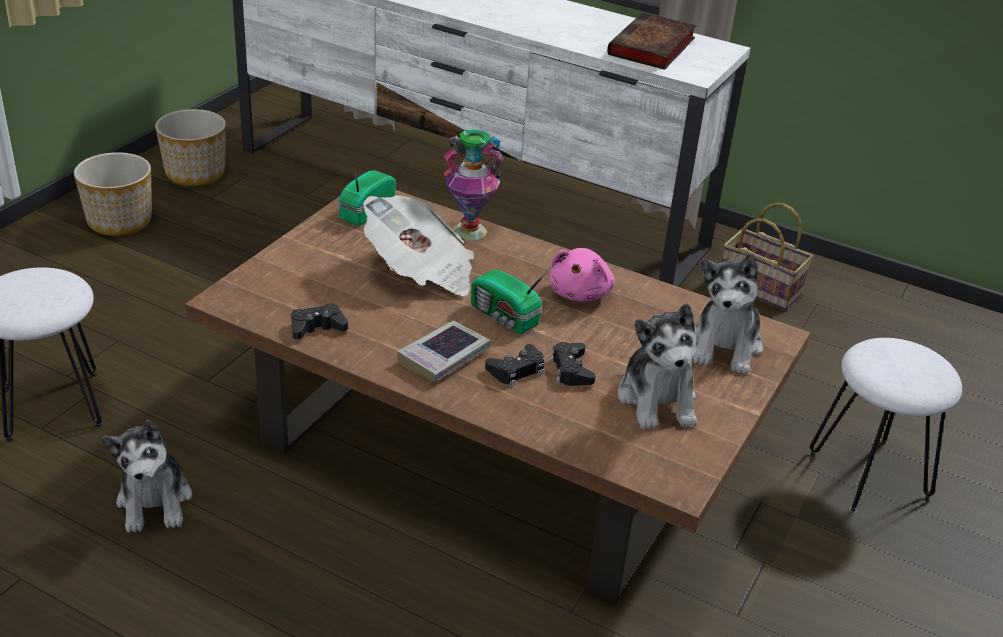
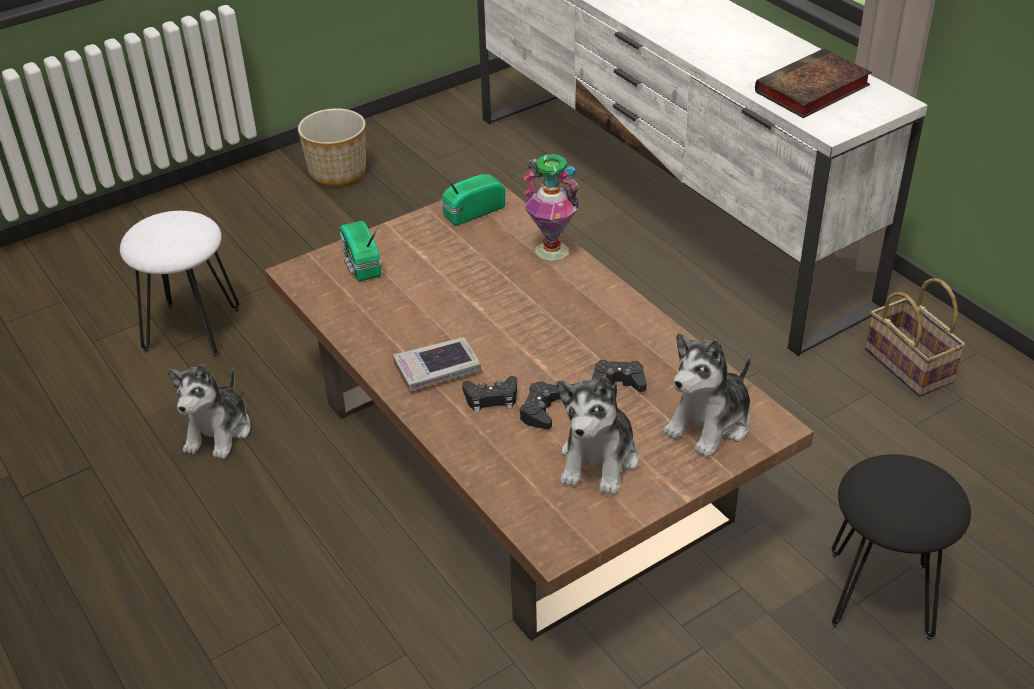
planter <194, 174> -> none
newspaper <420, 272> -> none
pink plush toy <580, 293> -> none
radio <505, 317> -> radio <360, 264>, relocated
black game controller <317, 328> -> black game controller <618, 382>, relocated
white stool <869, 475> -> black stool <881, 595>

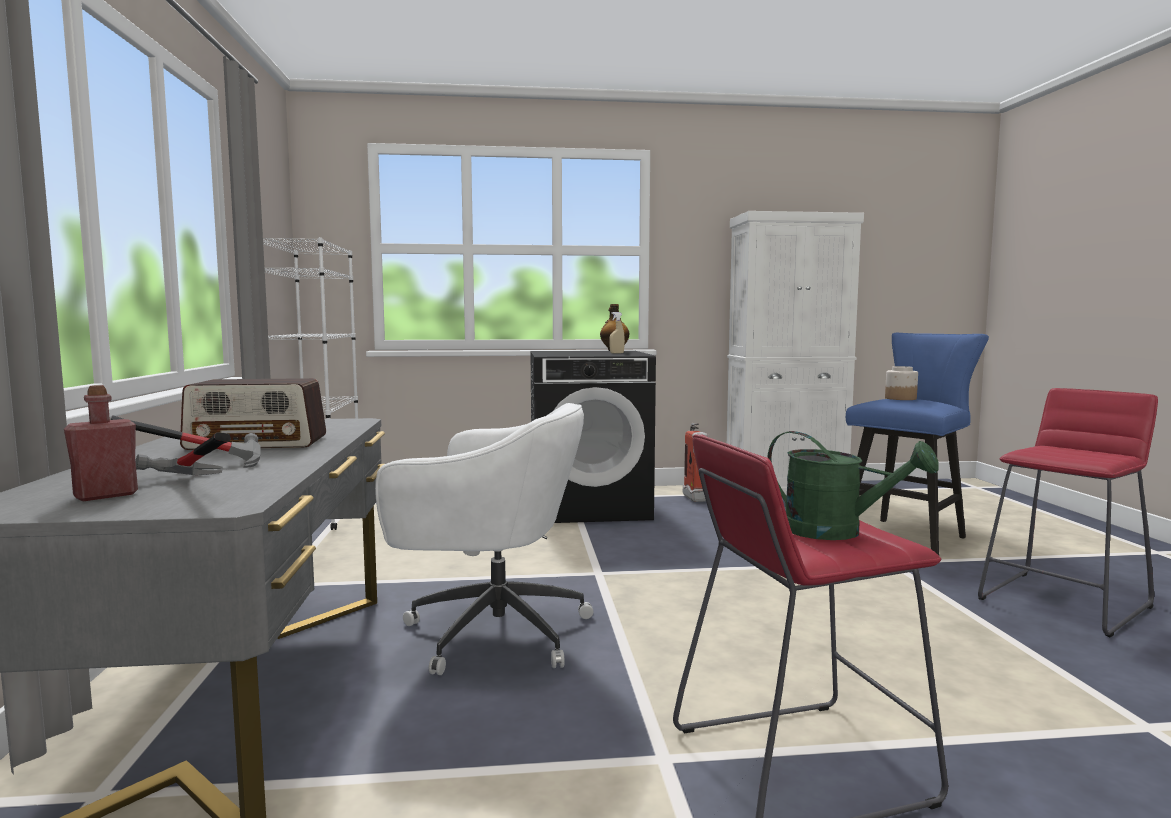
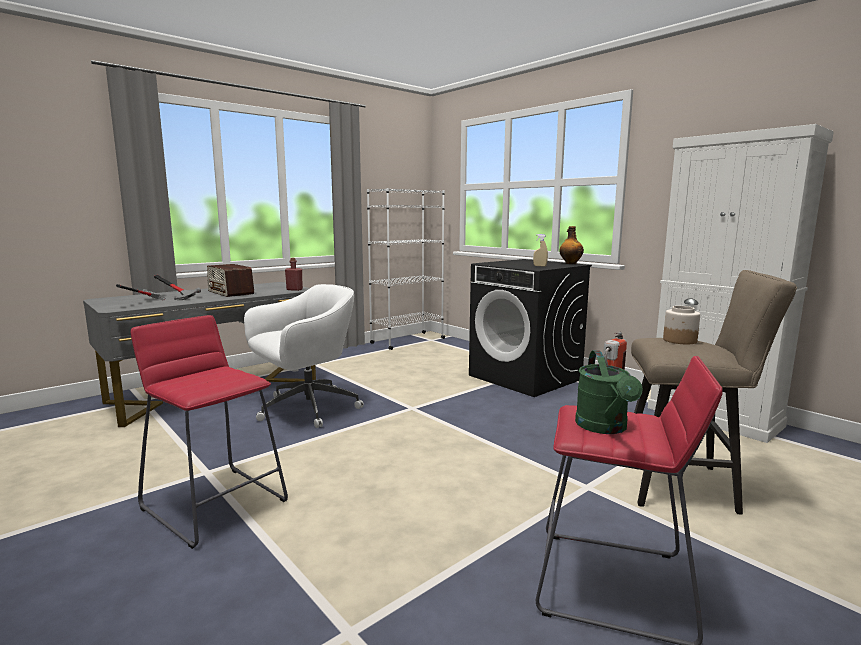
blue stool <908, 535> -> beige stool <686, 485>
red bottle <106, 495> -> red bottle <294, 289>, relocated
white office chair <491, 632> -> white office chair <306, 409>, 105 degrees counterclockwise
green watering can <836, 532> -> green watering can <604, 428>, relocated

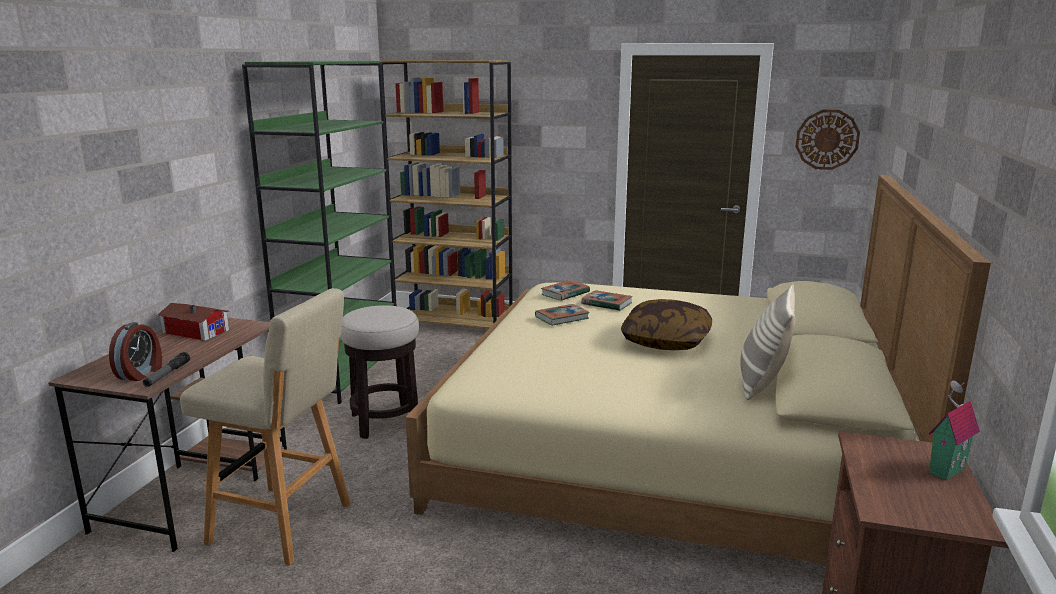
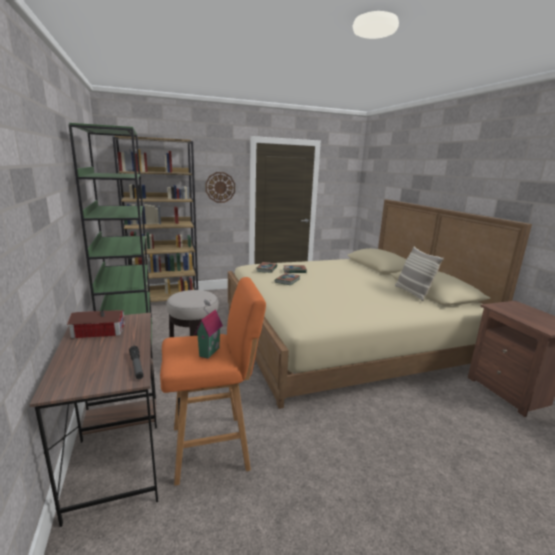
wall clock <827, 139> -> wall clock <220, 187>, relocated
beige stool <284, 524> -> orange stool <213, 447>
pillow <666, 341> -> none
alarm clock <141, 373> -> none
toy house <944, 469> -> toy house <208, 351>, relocated

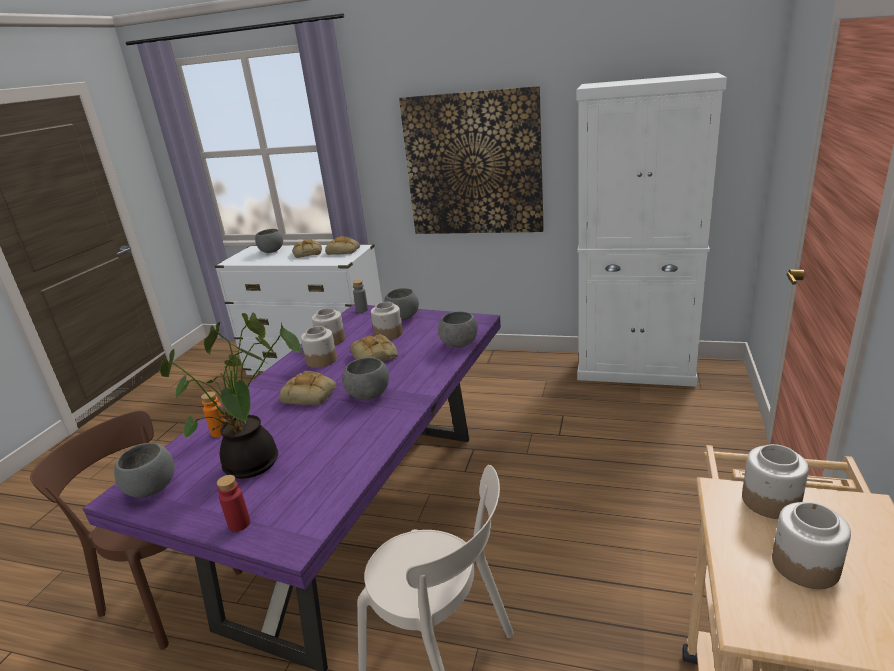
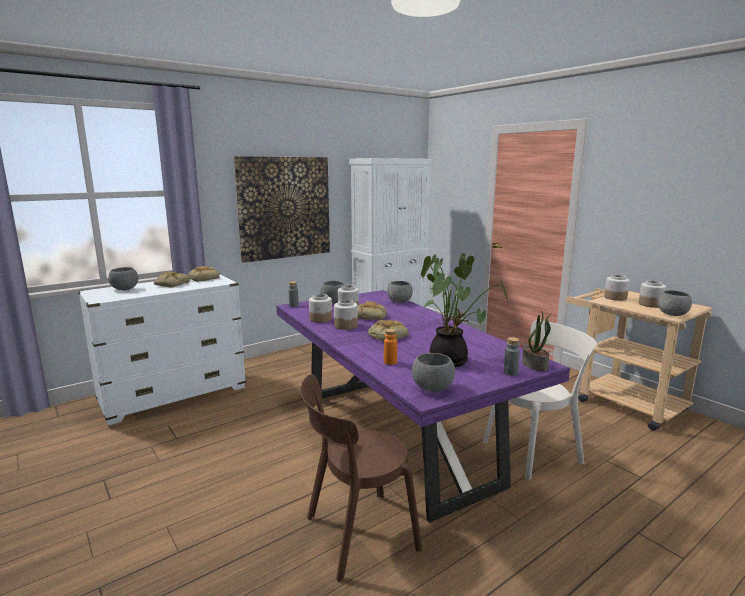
grey bowl <369, 395> -> grey bowl <672, 314>, relocated
red bottle <239, 524> -> grey bottle <510, 372>
none -> potted plant <535, 365>

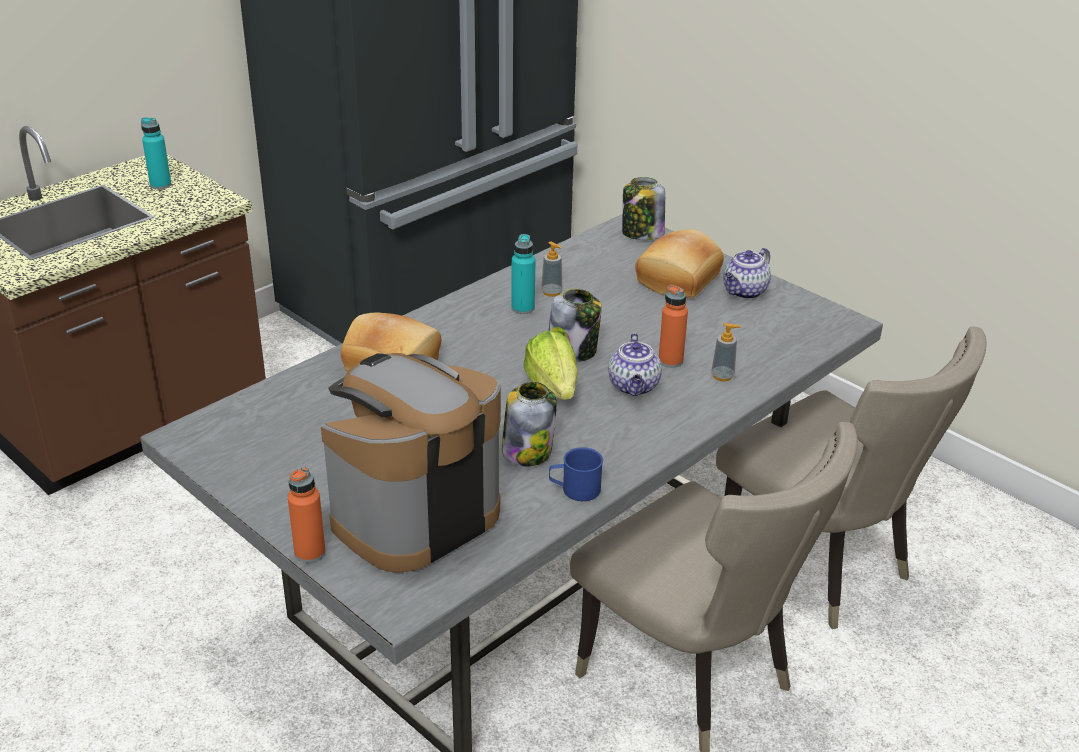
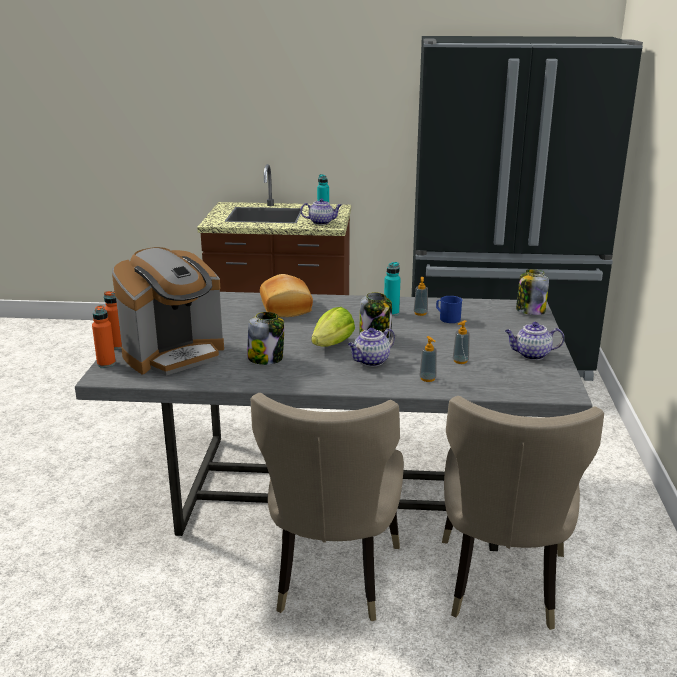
bread <680, 280> -> none
orange bottle <670, 361> -> orange bottle <106, 364>, relocated
coffee machine <414, 516> -> coffee machine <174, 355>, 135 degrees clockwise
blue mug <575, 489> -> blue mug <447, 318>, relocated
none -> teapot <321, 222>
none -> soap dispenser <460, 361>

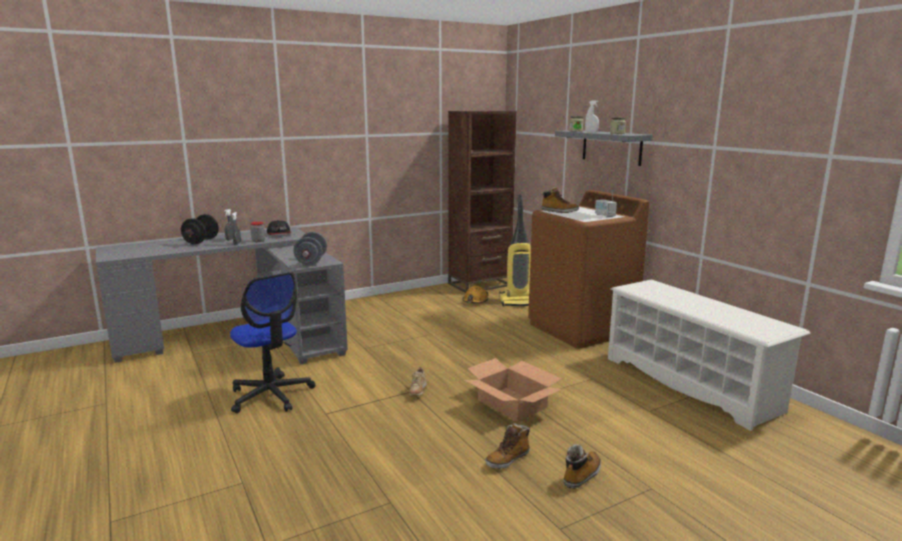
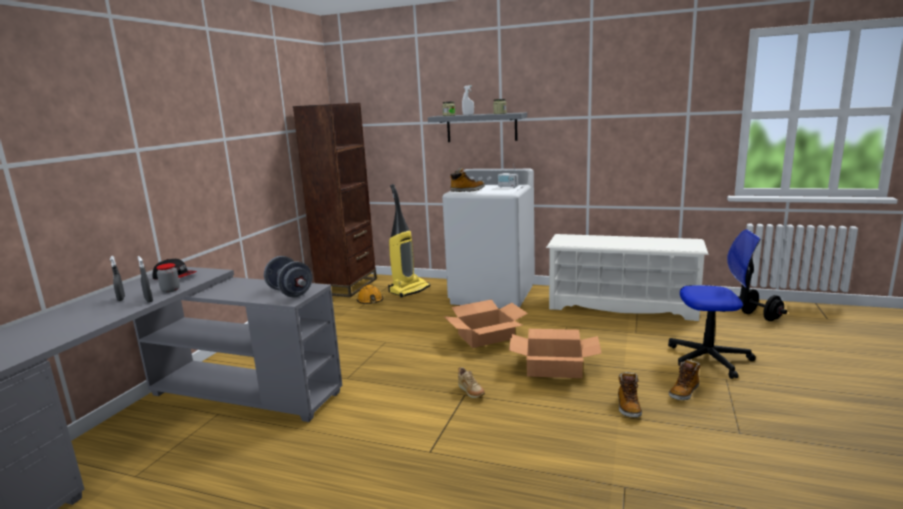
brown washing machine <582, 329> -> white washing machine <493, 294>
black dumbbell <201, 241> -> black dumbbell <759, 317>, relocated
office chair <271, 395> -> office chair <709, 358>, relocated
boot <582, 475> -> boot <684, 392>, 135 degrees counterclockwise
none -> cardboard box <486, 336>

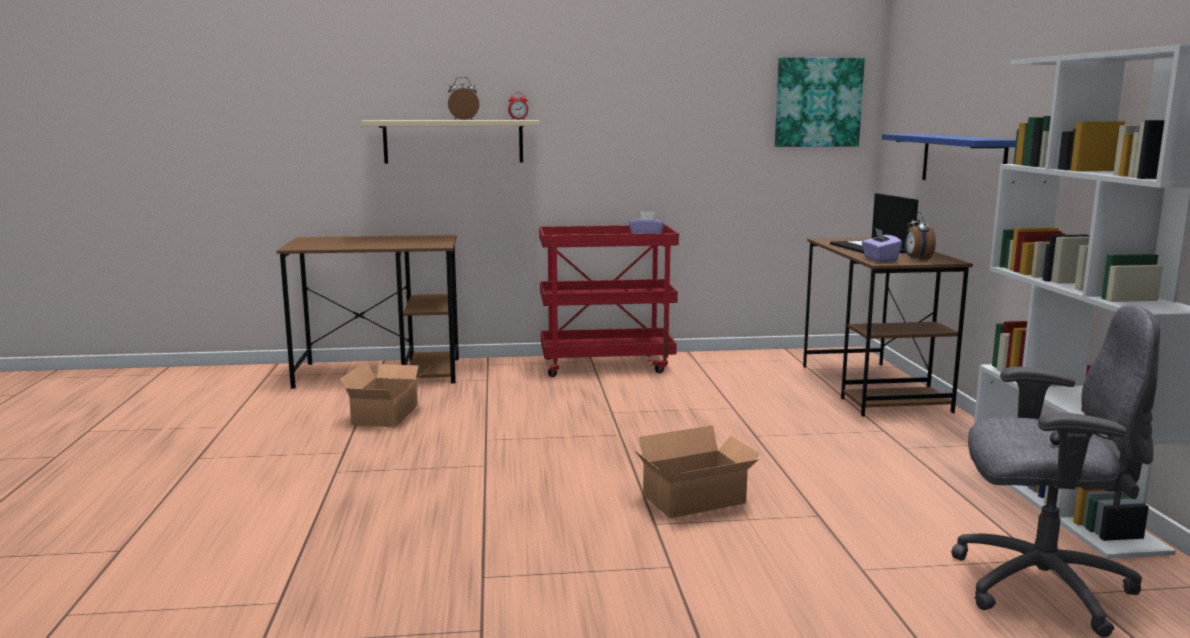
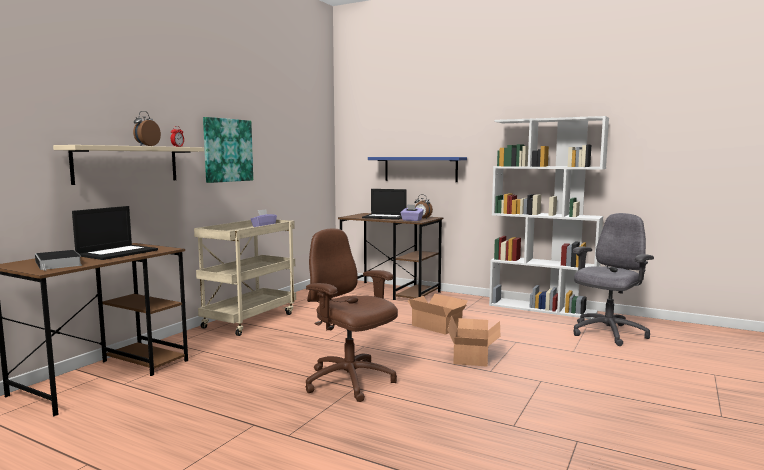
picture <818, 102> -> picture <227, 150>, relocated
red cart <607, 365> -> beige cart <250, 320>
cardboard box <389, 414> -> cardboard box <437, 326>, relocated
none -> laptop <117, 252>
none -> brown office chair <350, 382>
none -> book <59, 264>

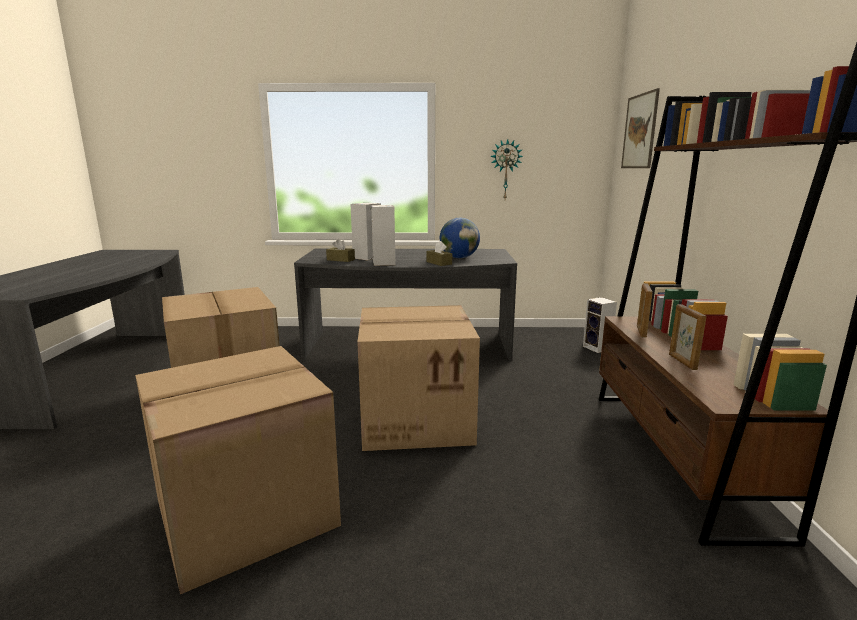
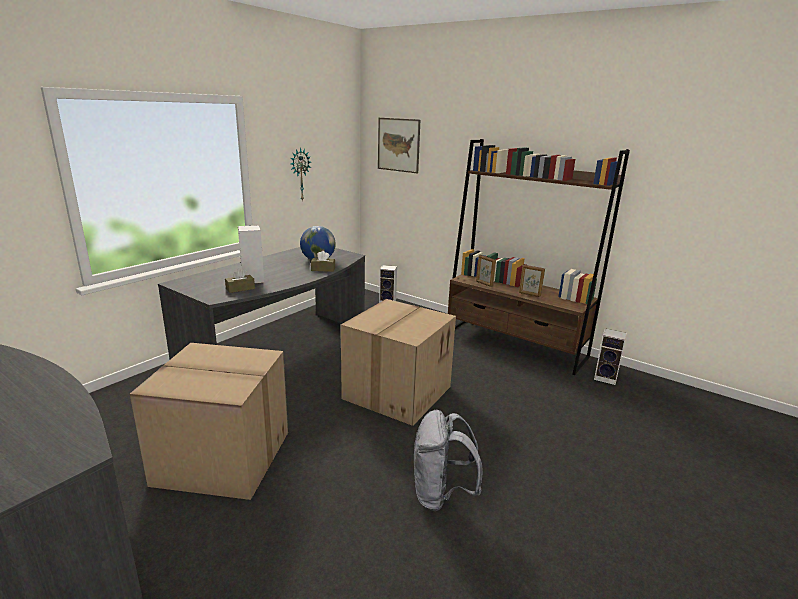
speaker <384, 263> -> speaker <606, 378>, relocated
cardboard box <244, 515> -> grey backpack <441, 495>

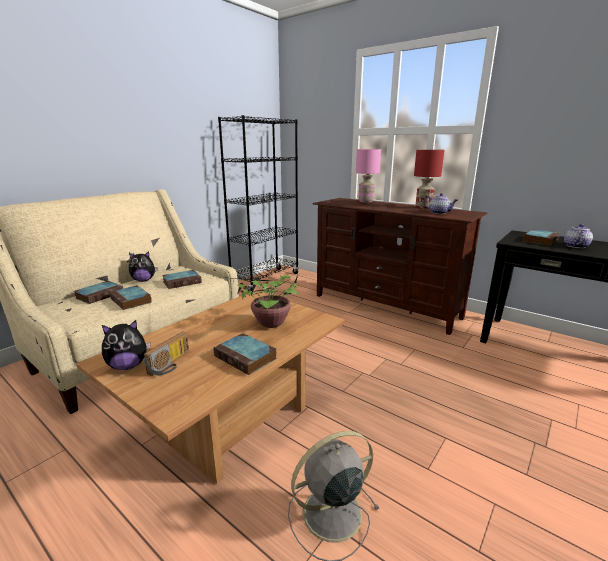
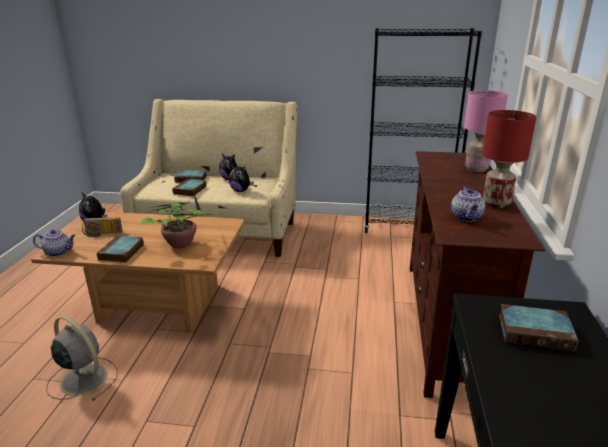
teapot <575, 246> -> teapot <58, 252>, relocated
book <182, 282> -> plush toy <240, 191>

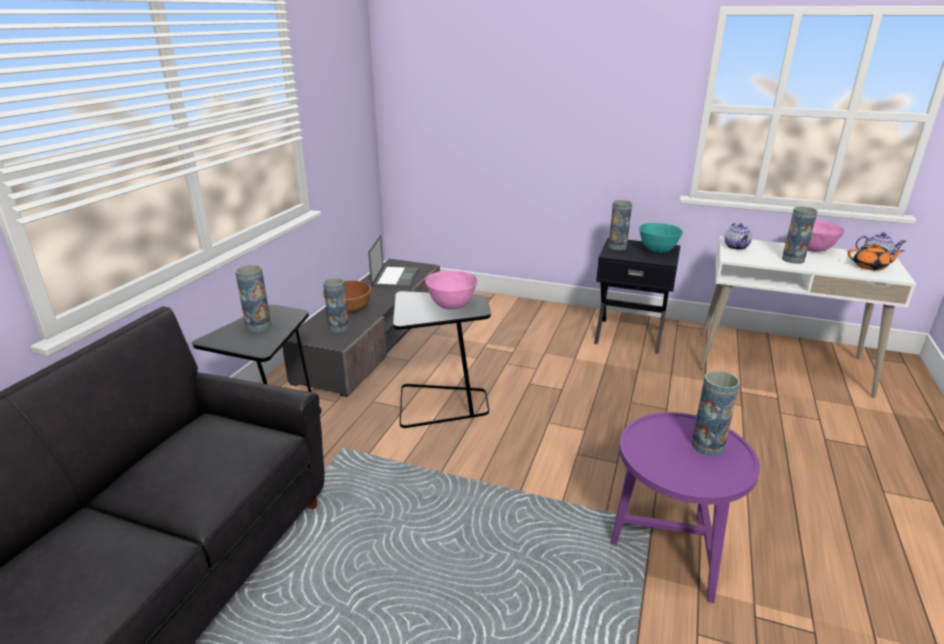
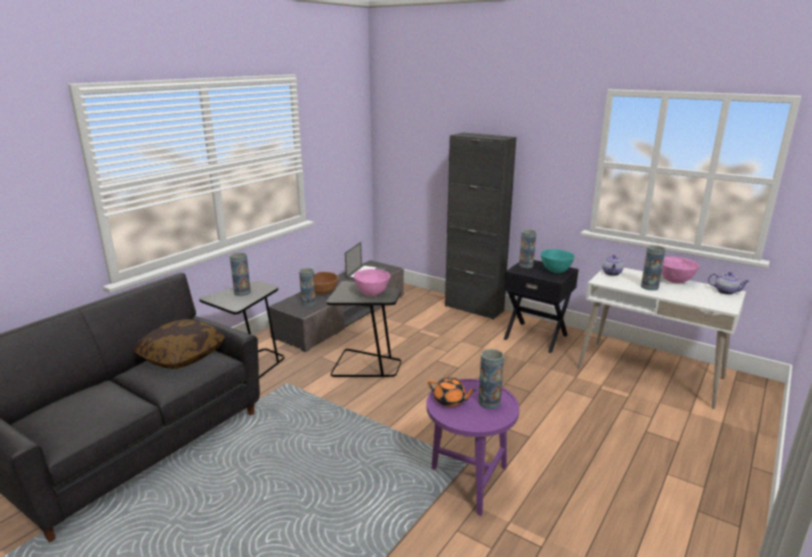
orange teapot <870, 267> -> orange teapot <450, 401>, relocated
none -> black cabinet <474, 308>
none -> pillow <182, 356>

